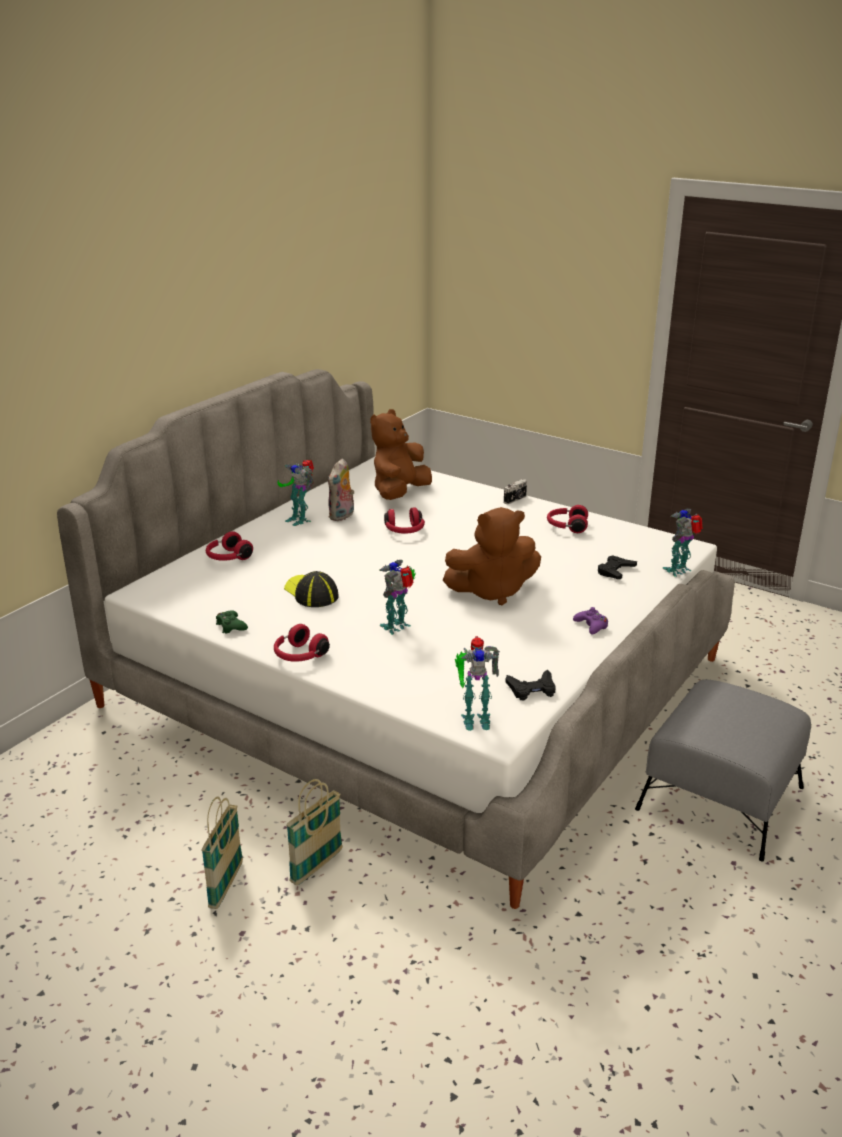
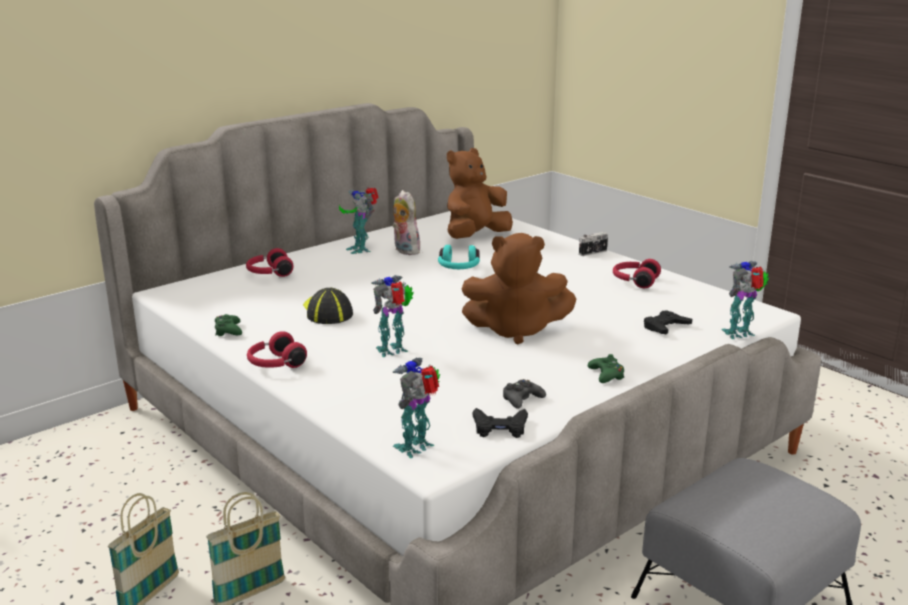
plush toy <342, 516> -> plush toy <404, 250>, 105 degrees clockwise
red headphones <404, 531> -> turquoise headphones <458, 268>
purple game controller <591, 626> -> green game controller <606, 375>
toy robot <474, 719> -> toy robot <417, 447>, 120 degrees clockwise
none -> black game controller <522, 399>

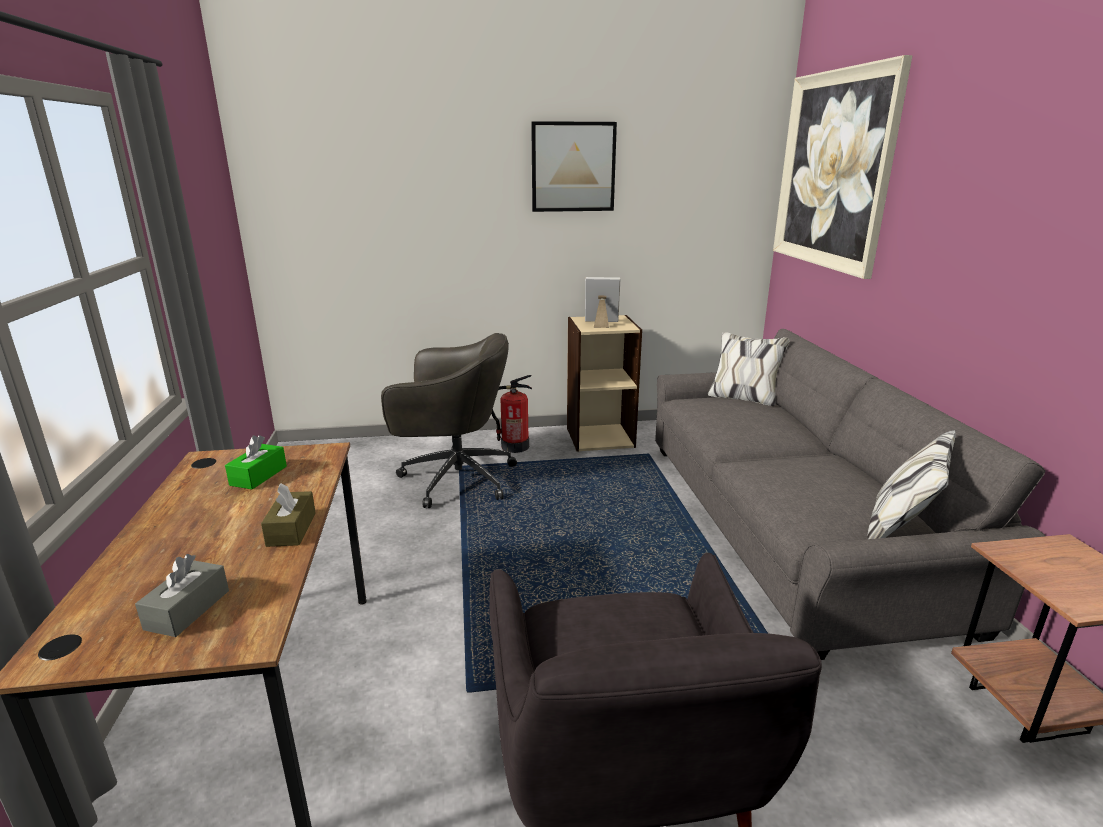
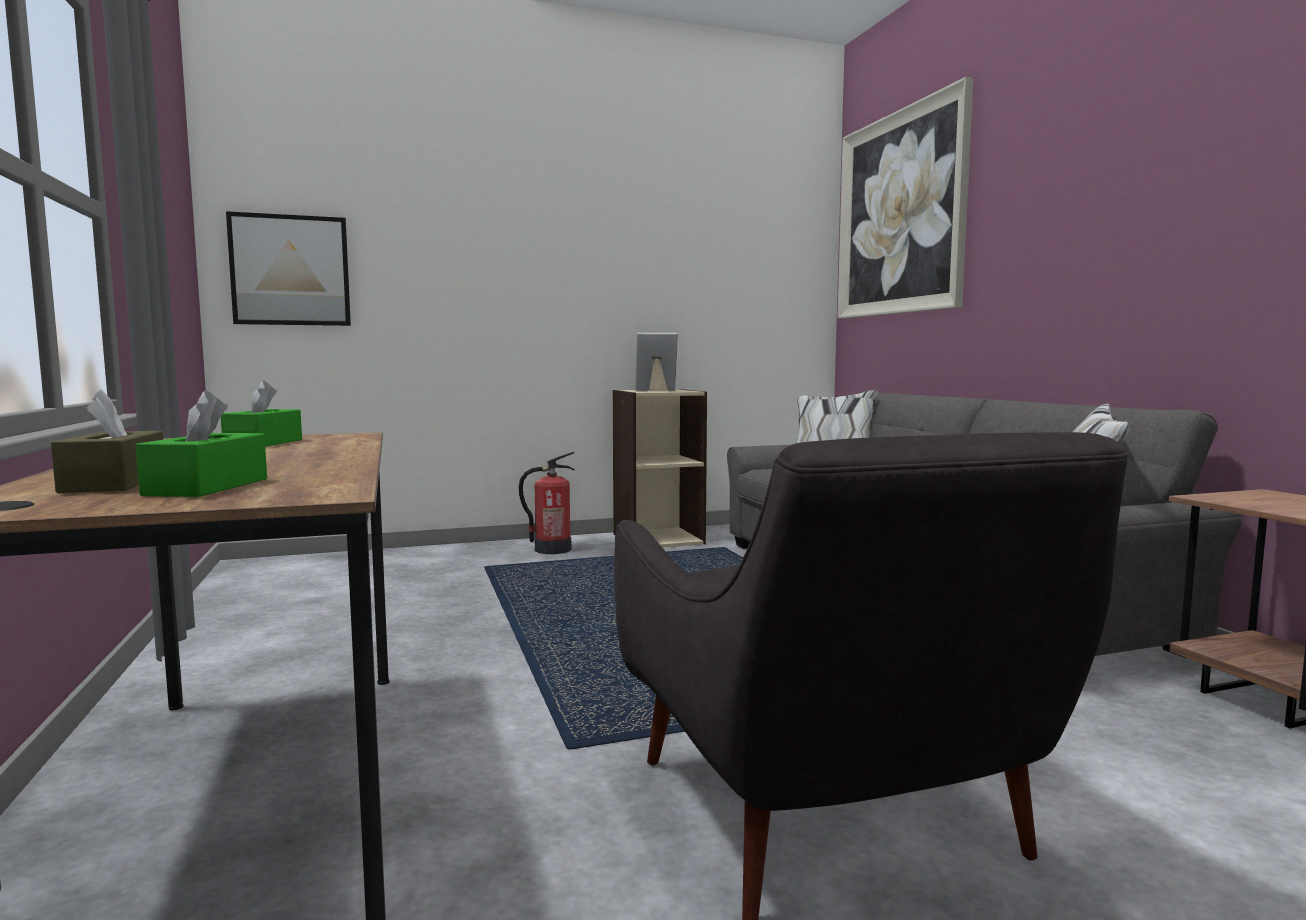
picture <573, 167> -> picture <290, 270>, relocated
grey office chair <454, 479> -> none
brown tissue box <291, 529> -> brown tissue box <114, 483>, relocated
grey tissue box <187, 610> -> green tissue box <207, 487>

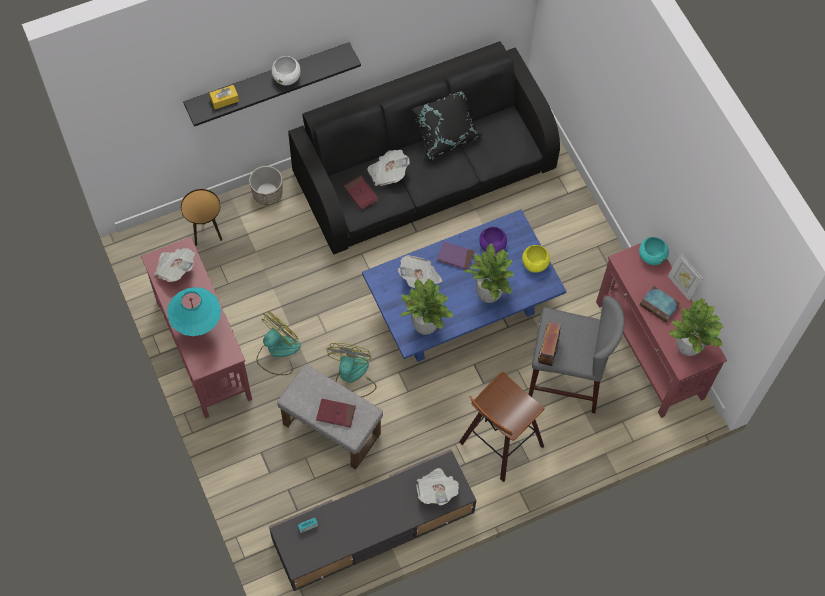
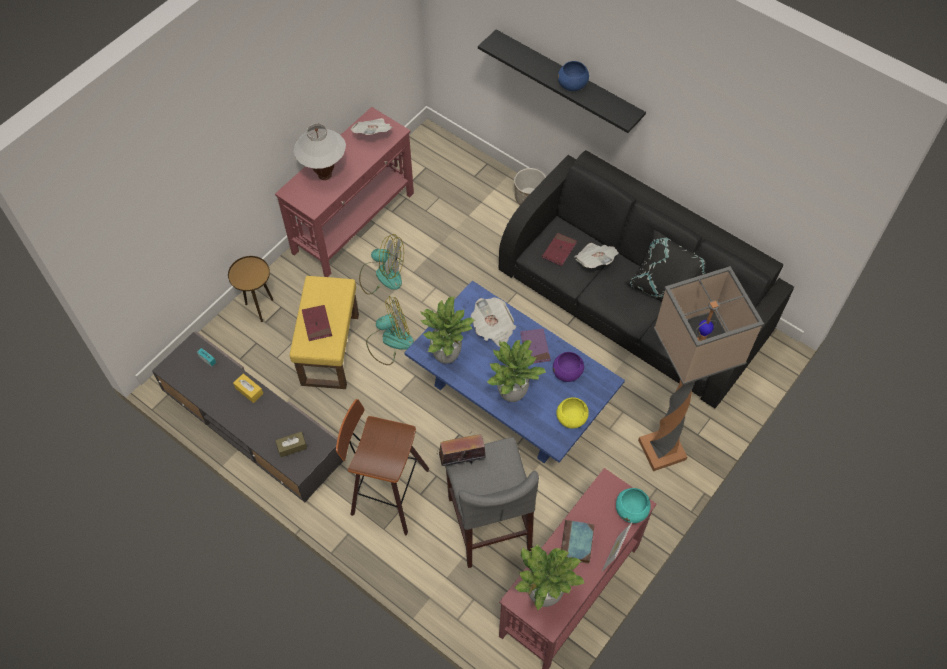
white bowl <287, 77> -> blue bowl <572, 85>
yellow tissue box <224, 100> -> yellow tissue box <249, 391>, relocated
brown side table <207, 236> -> brown side table <260, 308>, relocated
turquoise table lamp <198, 329> -> white table lamp <325, 175>
grey ottoman <330, 429> -> yellow ottoman <329, 348>
newspaper <436, 490> -> brown tissue box <292, 447>
none -> floor lamp <662, 448>

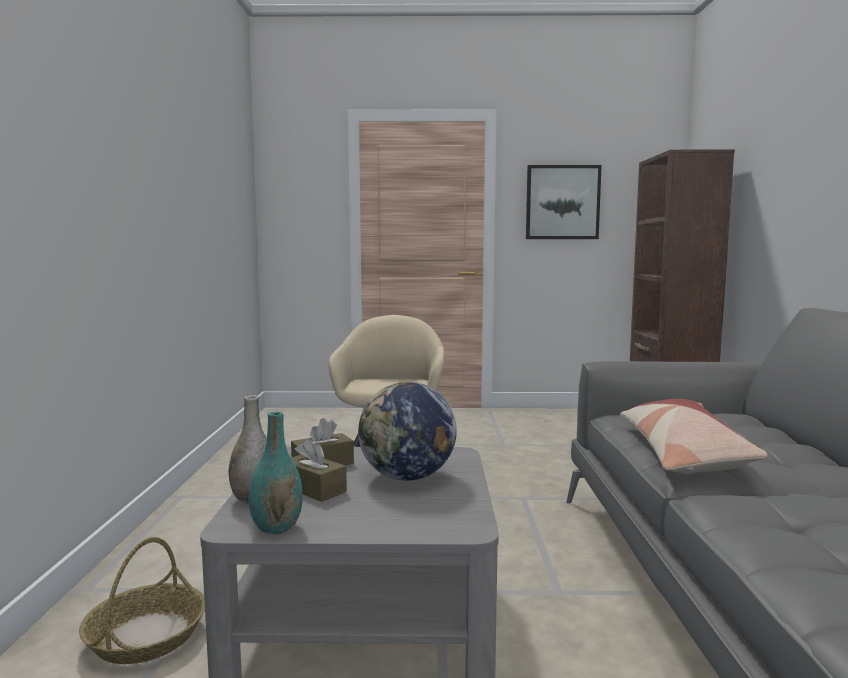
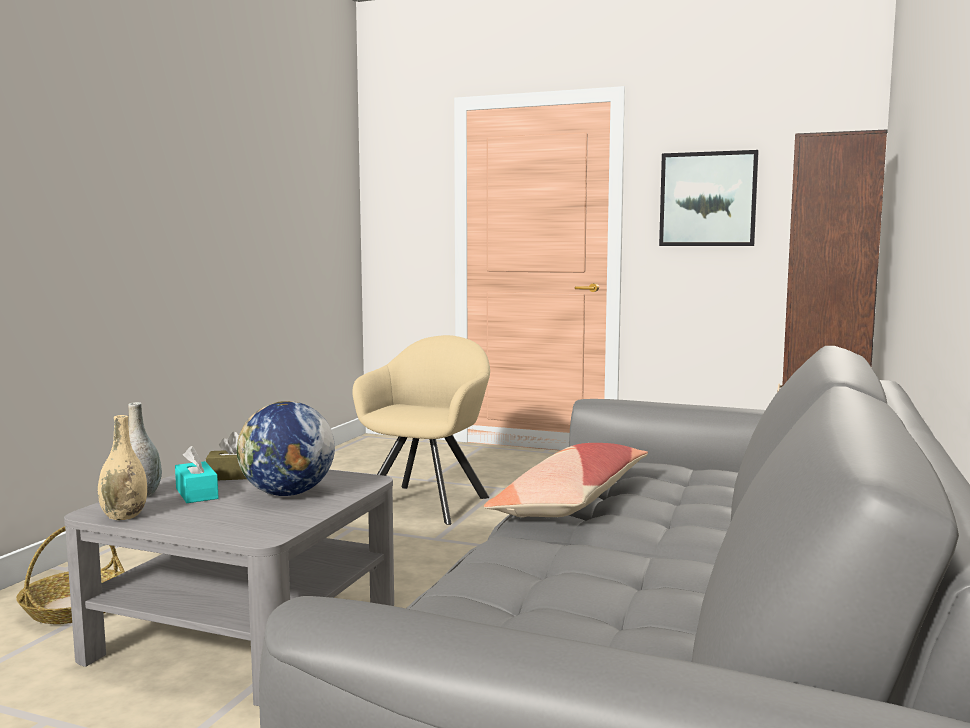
turquoise vase <276, 528> -> beige vase <124, 516>
brown tissue box <314, 489> -> turquoise tissue box <196, 493>

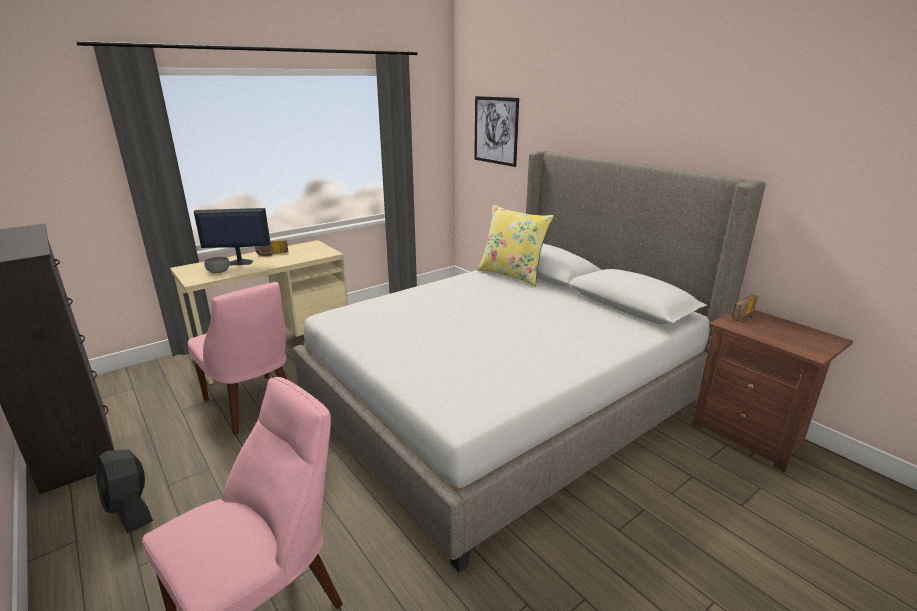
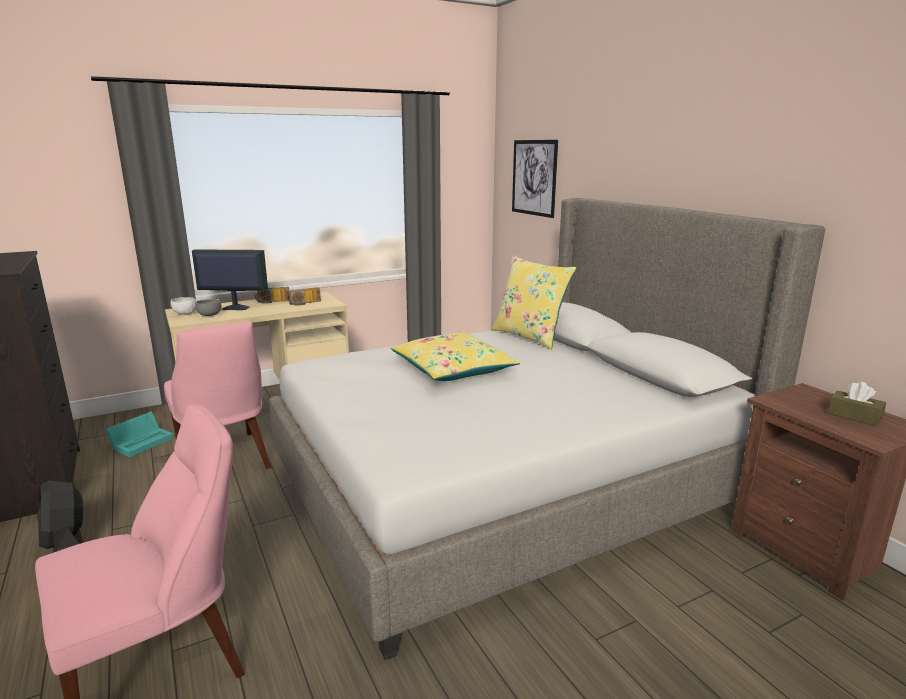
radio <746, 316> -> radio <304, 303>, relocated
none -> white bowl <185, 313>
none -> yellow pillow <453, 369>
none -> brown tissue box <854, 416>
none -> turquoise storage box <142, 442>

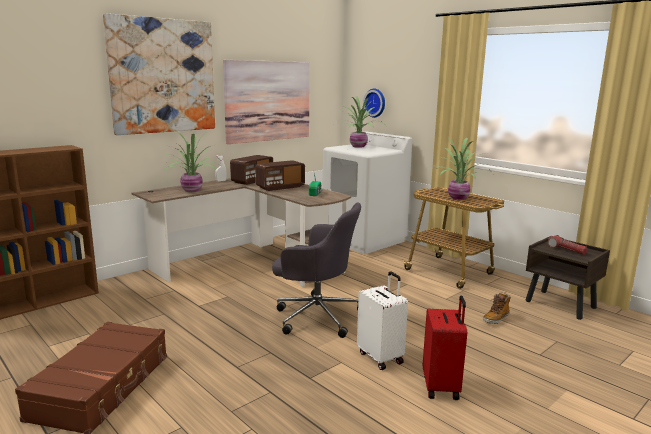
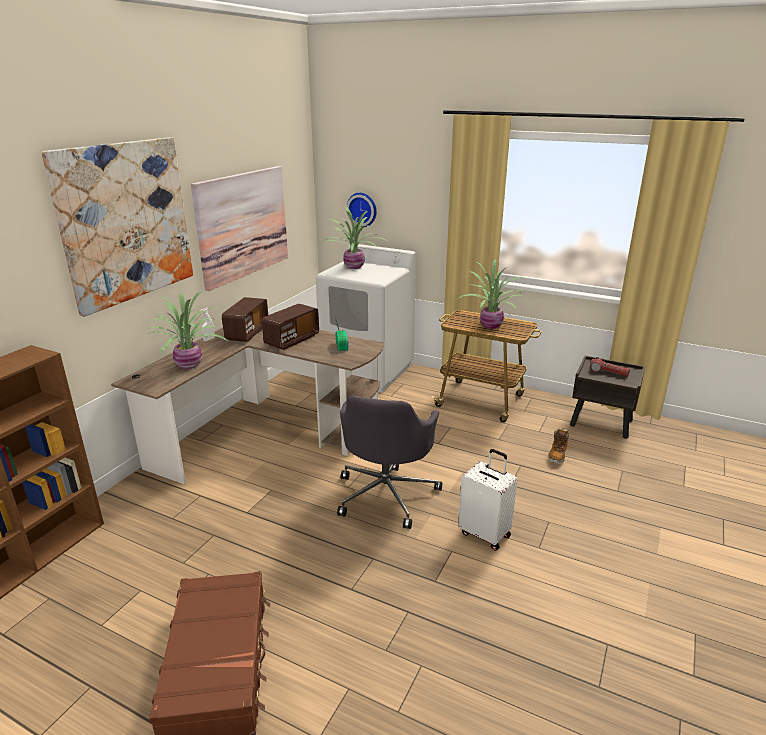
grey office chair <316, 315> -> grey office chair <387, 493>, 105 degrees clockwise
red suitcase <442, 387> -> none

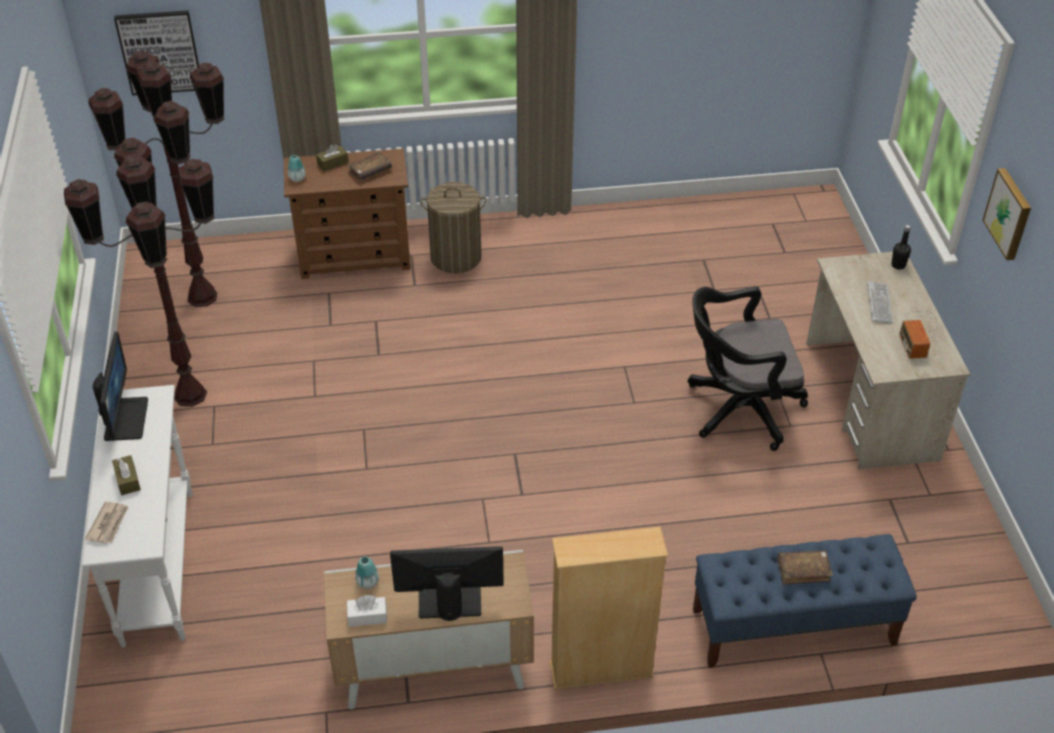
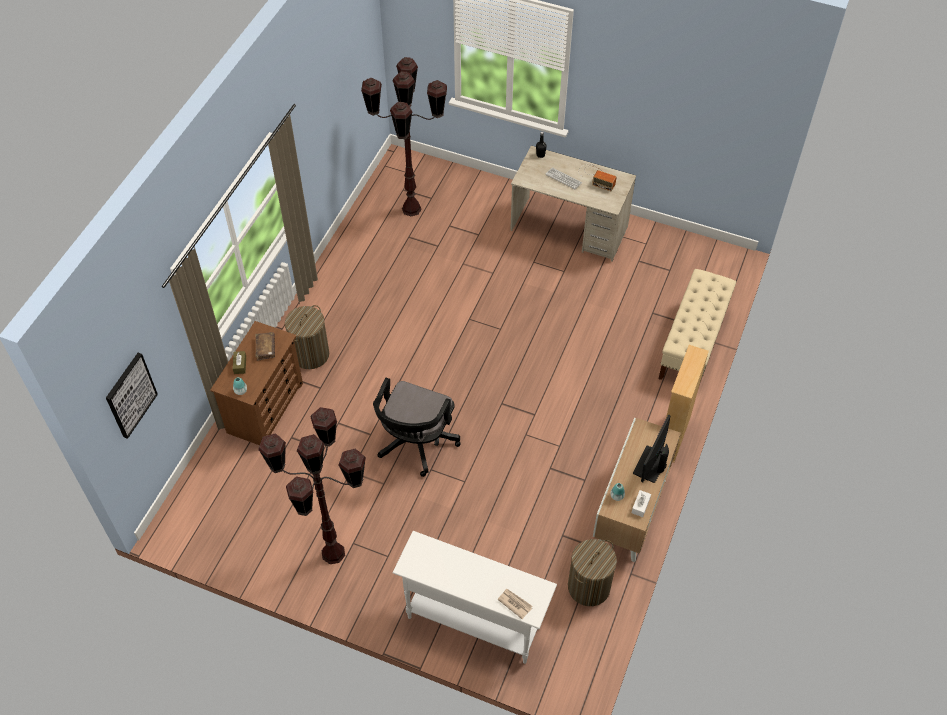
brown floor lamp <202, 297> -> brown floor lamp <412, 209>, relocated
picture <1009, 213> -> none
black office chair <737, 409> -> black office chair <415, 444>, relocated
monitor <125, 418> -> none
brown tissue box <127, 480> -> none
blue bench <792, 627> -> beige bench <692, 344>
brown book <803, 571> -> none
none -> laundry basket <589, 587>

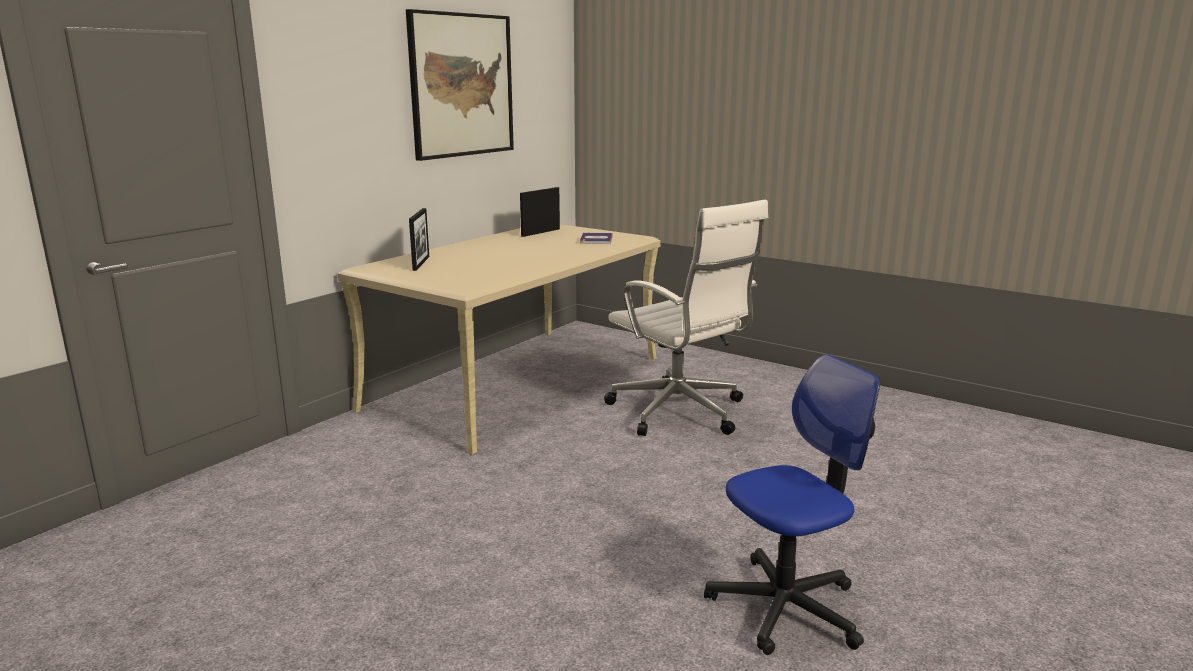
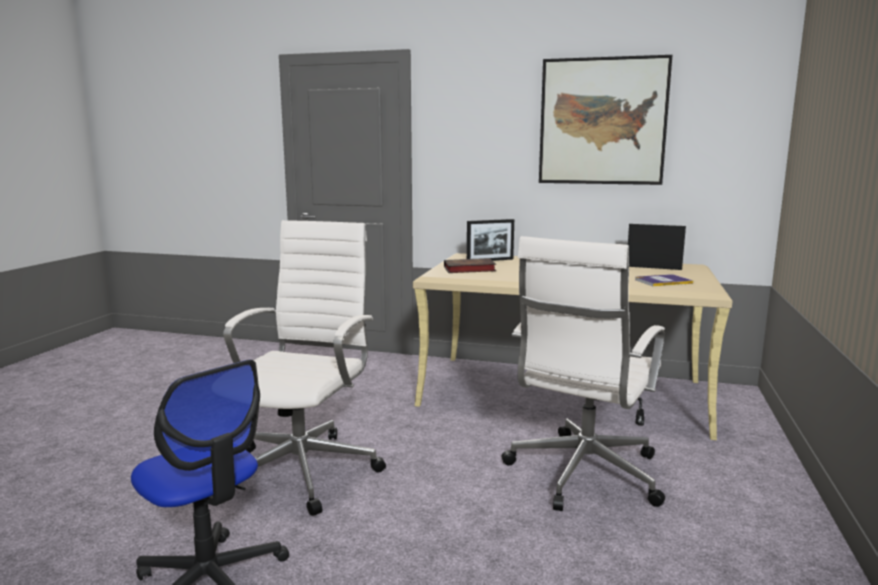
none -> white office chair <304, 469>
none -> book <468, 269>

